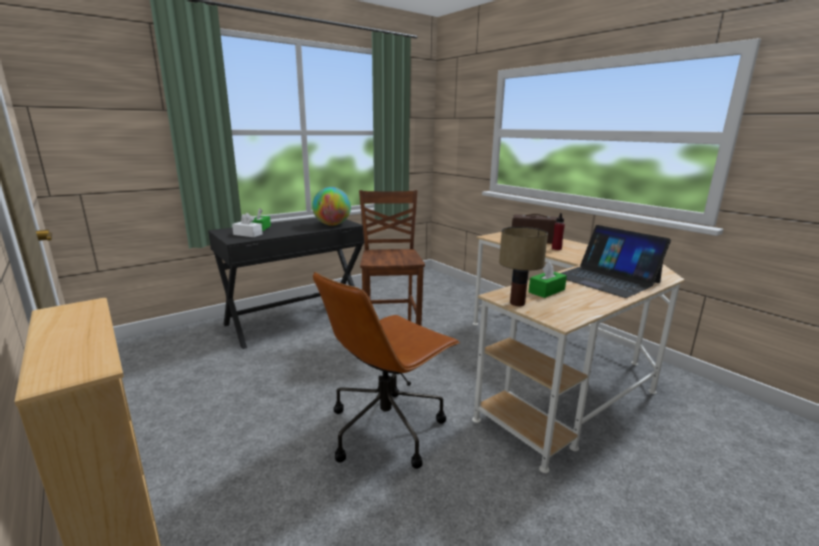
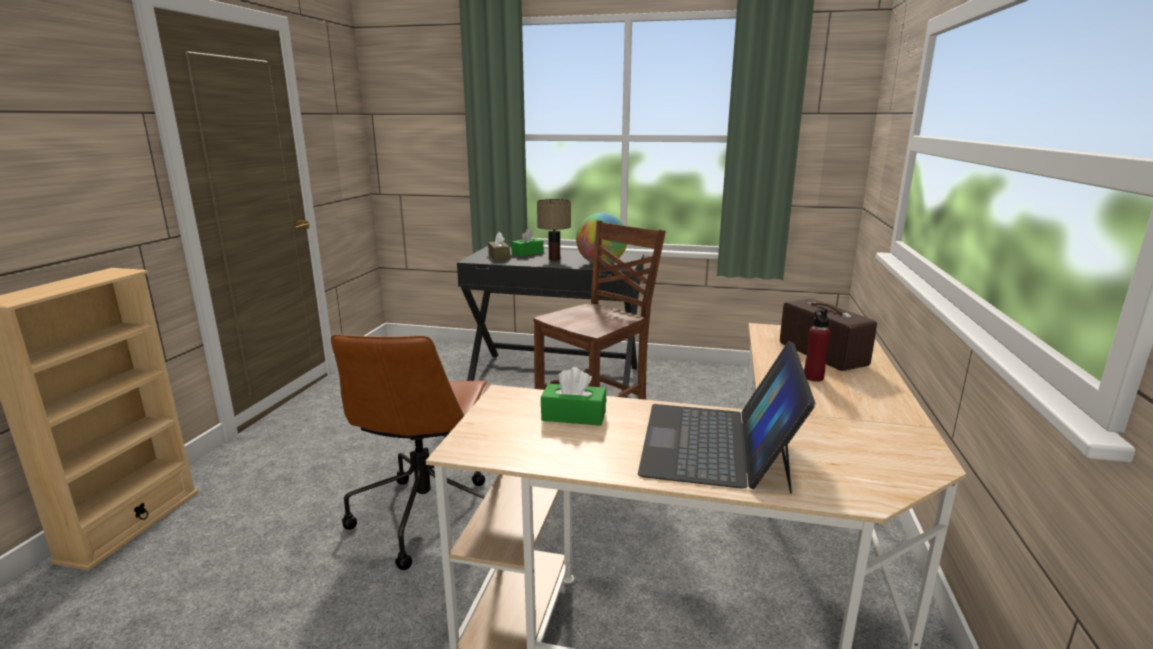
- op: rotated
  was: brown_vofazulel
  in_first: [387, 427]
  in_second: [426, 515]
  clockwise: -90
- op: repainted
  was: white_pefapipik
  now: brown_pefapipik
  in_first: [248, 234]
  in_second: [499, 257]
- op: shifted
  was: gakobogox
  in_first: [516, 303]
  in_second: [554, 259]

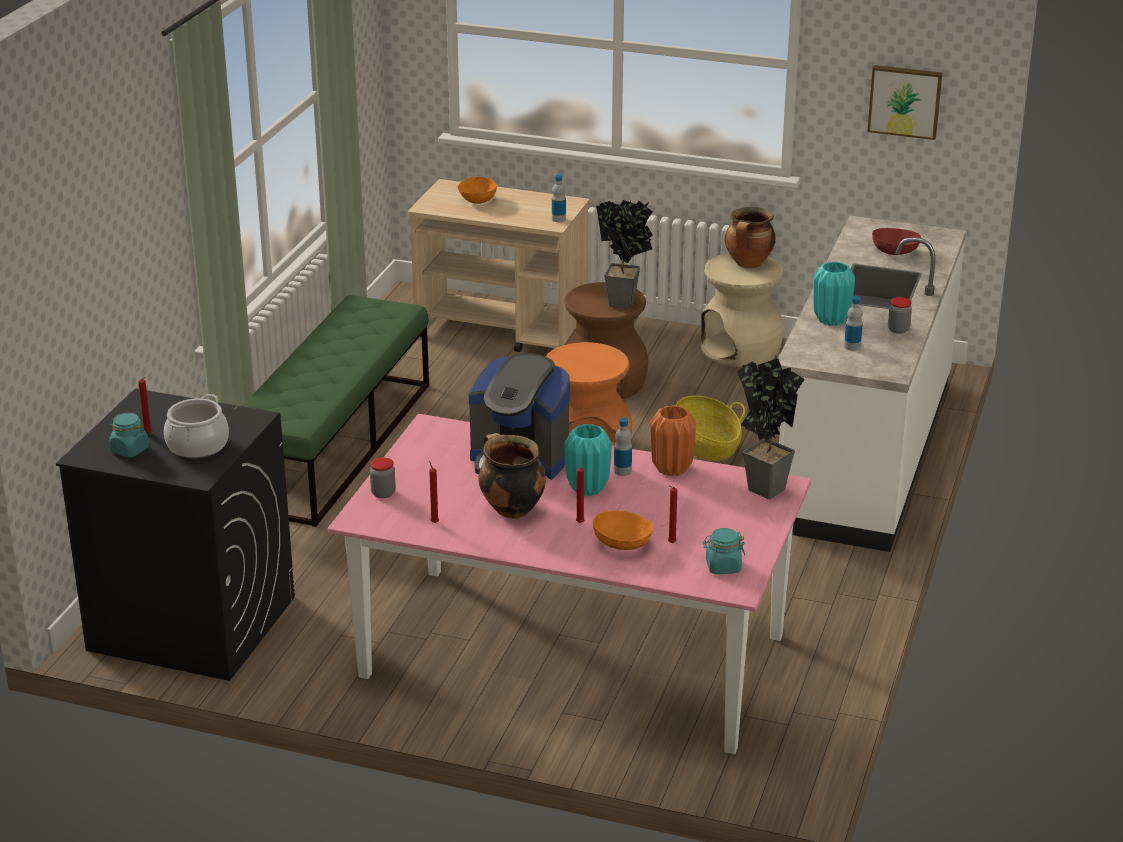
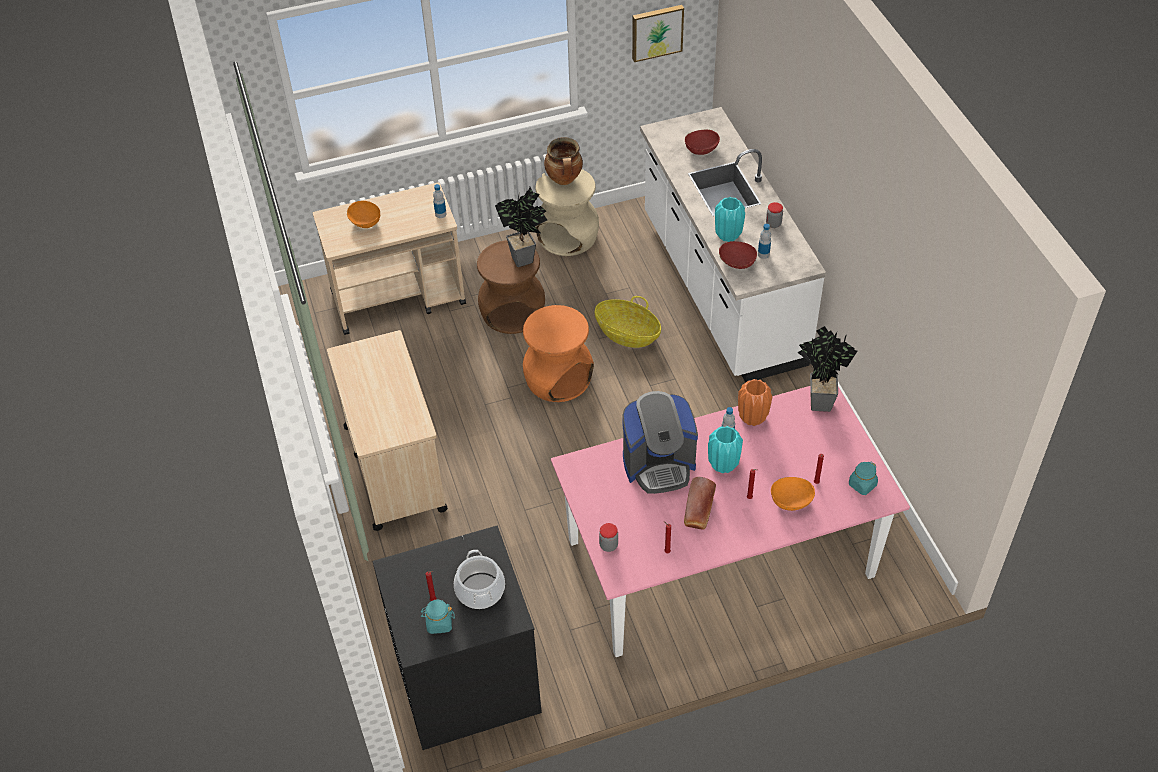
- op: swapped
  was: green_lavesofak
  now: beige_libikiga
  in_first: [335, 444]
  in_second: [394, 467]
- op: swapped
  was: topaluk
  now: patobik
  in_first: [510, 509]
  in_second: [698, 511]
- op: new
  now: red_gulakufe
  in_second: [736, 263]

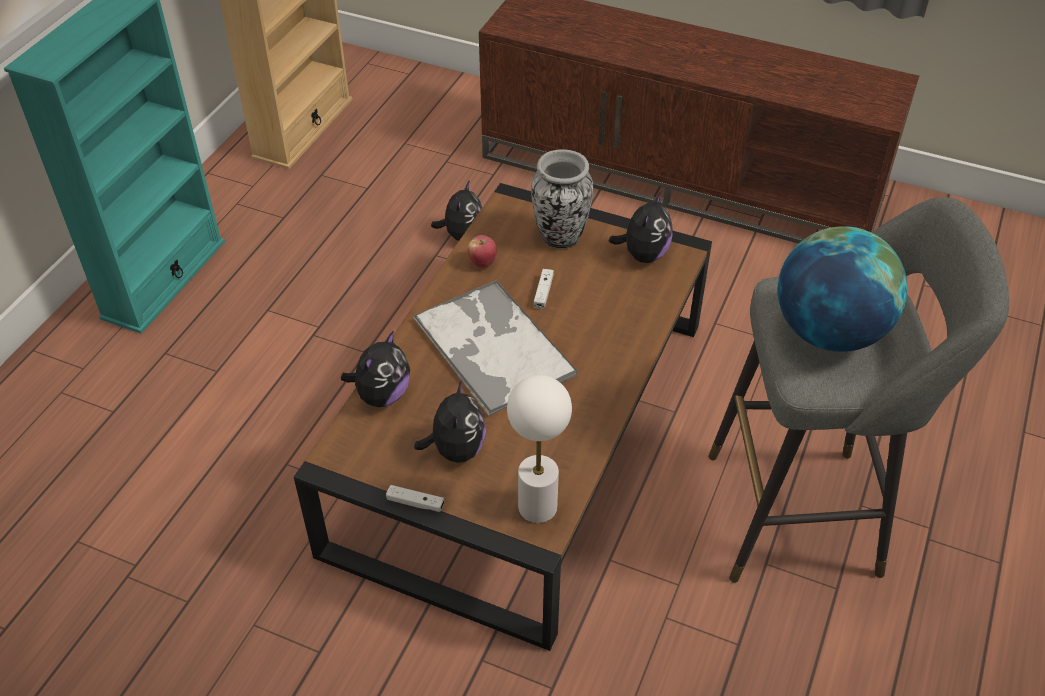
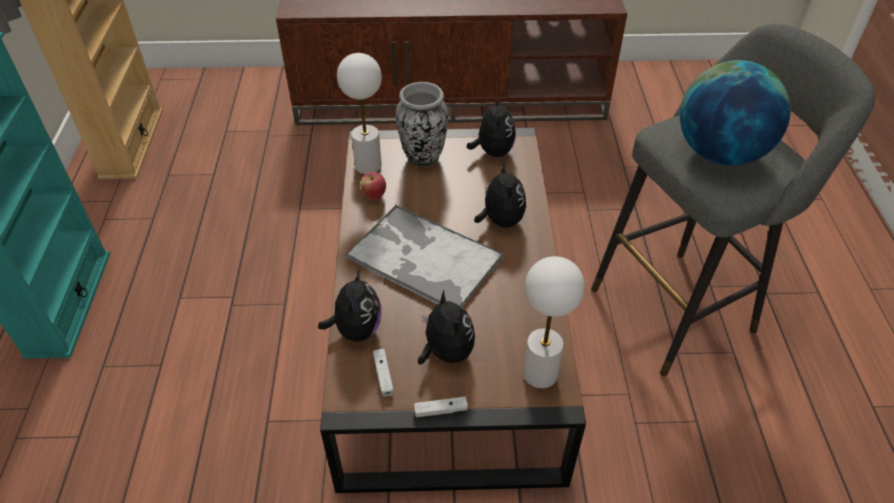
- op: new
  now: white_gakobogox
  in_second: [368, 165]
- op: shifted
  was: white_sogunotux
  in_first: [543, 292]
  in_second: [383, 375]
- op: shifted
  was: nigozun
  in_first: [462, 235]
  in_second: [500, 220]

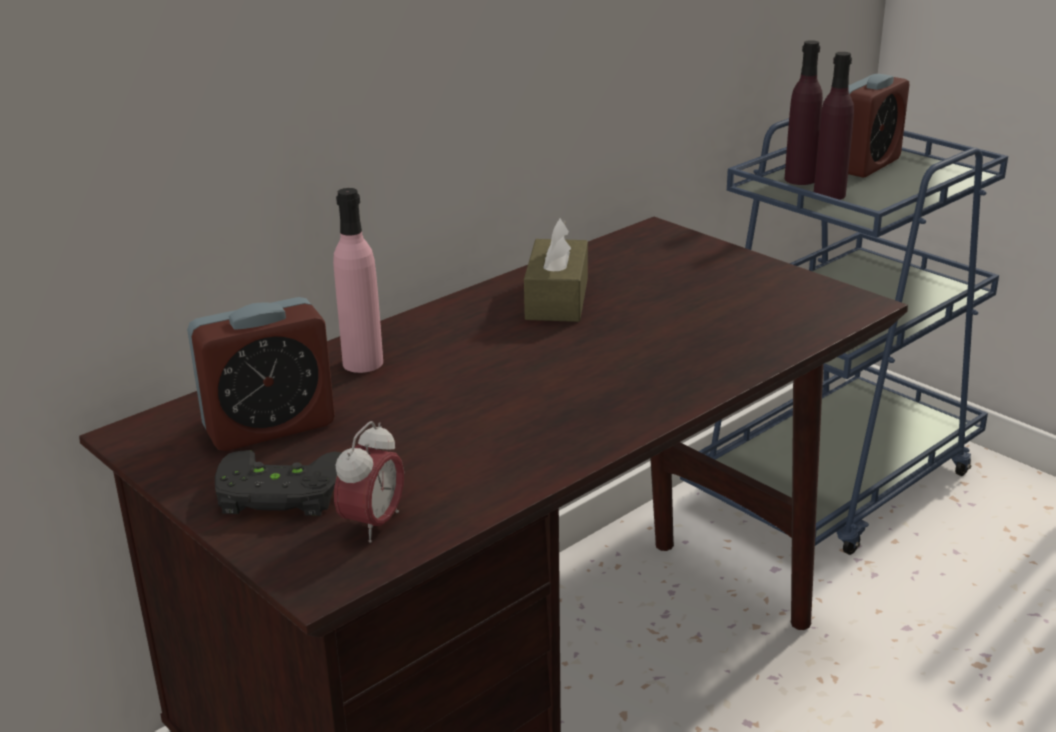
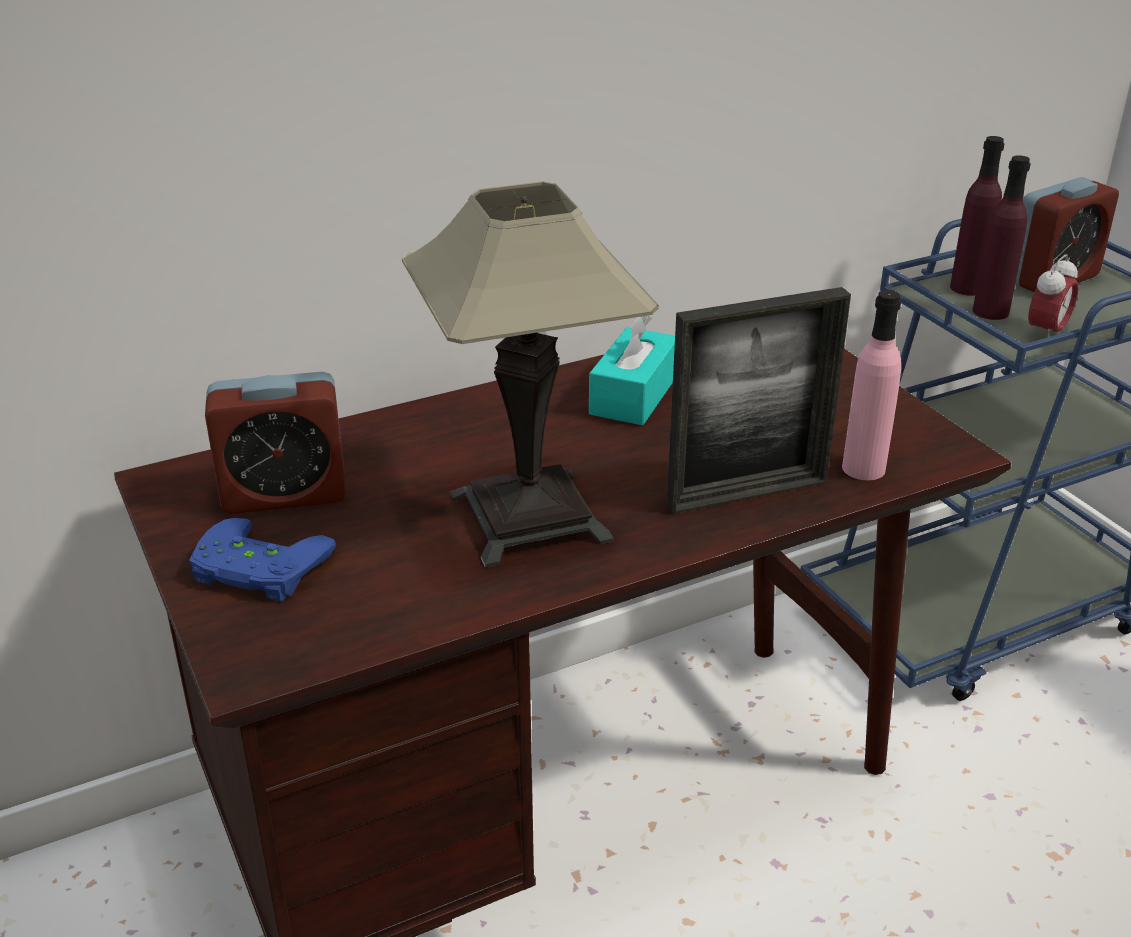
- op: repainted
  was: black_sogunotux
  now: blue_sogunotux
  in_first: [279, 495]
  in_second: [256, 571]
- op: new
  now: gakobogox
  in_second: [530, 517]
- op: repainted
  was: brown_pefapipik
  now: turquoise_pefapipik
  in_first: [557, 299]
  in_second: [633, 395]
- op: new
  now: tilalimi
  in_second: [747, 494]
- op: shifted
  was: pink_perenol
  in_first: [363, 363]
  in_second: [863, 468]
- op: shifted
  was: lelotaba
  in_first: [373, 524]
  in_second: [1046, 333]

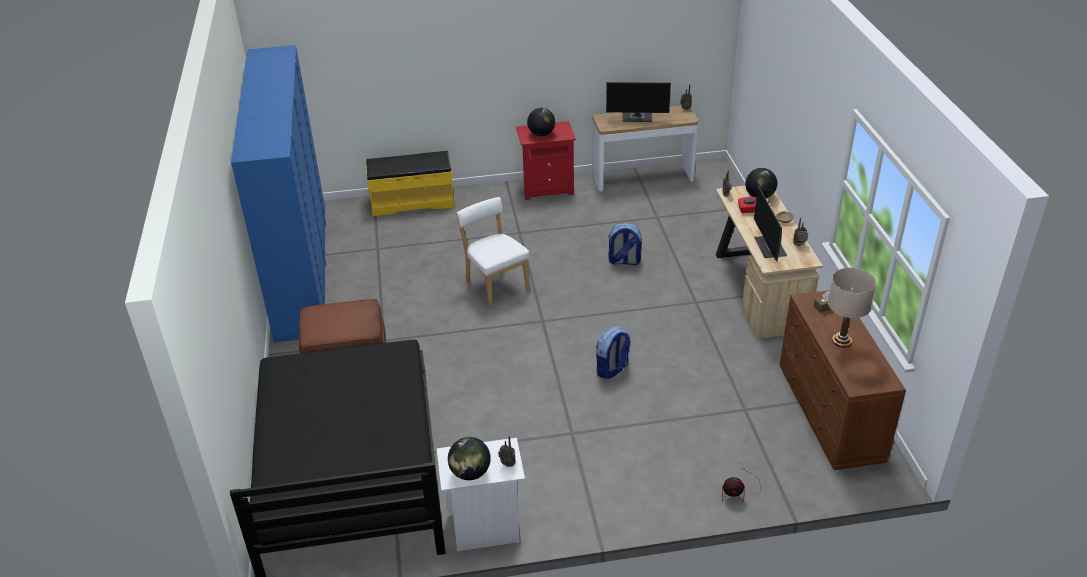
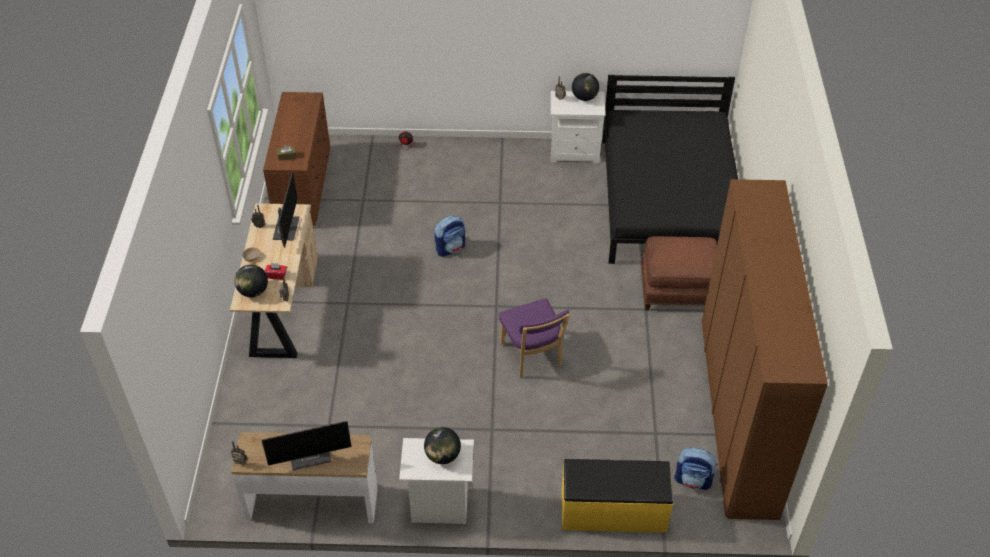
- op: rotated
  was: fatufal
  in_first: [637, 117]
  in_second: [311, 456]
  clockwise: 150
- op: repainted
  was: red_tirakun
  now: white_tirakun
  in_first: [547, 188]
  in_second: [439, 505]
- op: repainted
  was: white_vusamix
  now: purple_vusamix
  in_first: [495, 285]
  in_second: [532, 356]
- op: shifted
  was: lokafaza
  in_first: [624, 261]
  in_second: [693, 480]
- op: repainted
  was: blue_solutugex
  now: brown_solutugex
  in_first: [301, 269]
  in_second: [738, 415]
- op: gone
  was: beige_gakobogox
  in_first: [841, 341]

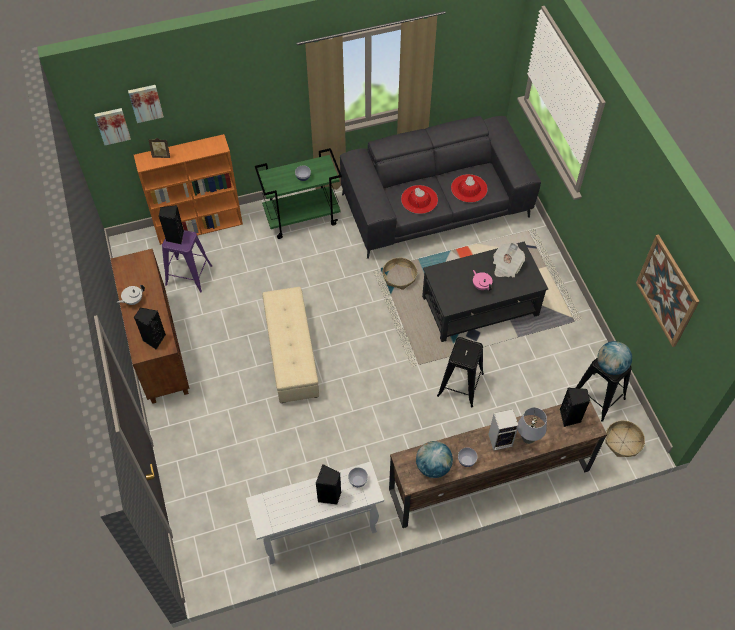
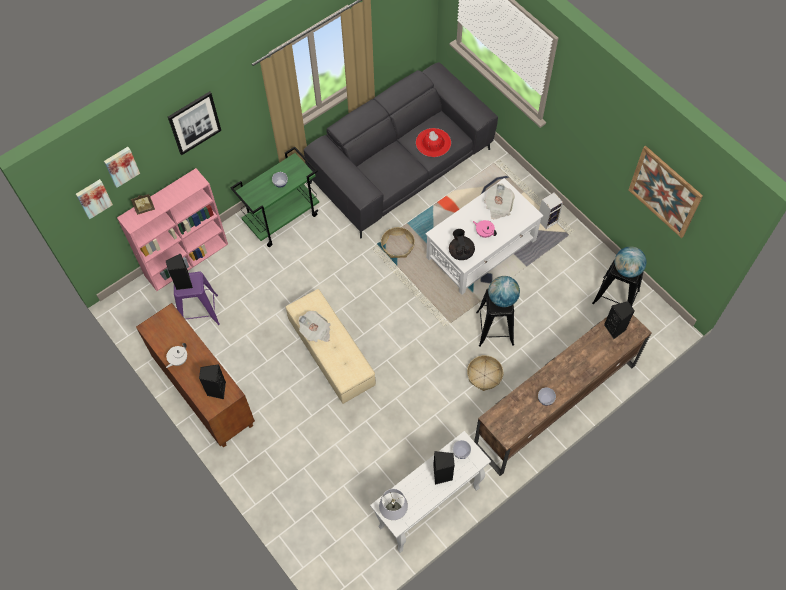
- op: repainted
  was: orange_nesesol
  now: pink_nesesol
  in_first: [200, 225]
  in_second: [187, 259]
- op: new
  now: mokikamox
  in_second: [194, 123]
- op: new
  now: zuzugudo
  in_second: [316, 331]
- op: shifted
  was: grey_gakobogox
  in_first: [527, 439]
  in_second: [393, 513]
- op: repainted
  was: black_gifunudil
  now: white_gifunudil
  in_first: [480, 306]
  in_second: [482, 248]
- op: new
  now: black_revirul
  in_second: [461, 252]
- op: shifted
  was: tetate
  in_first: [622, 442]
  in_second: [484, 375]
- op: shifted
  was: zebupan
  in_first: [433, 466]
  in_second: [502, 298]
- op: shifted
  was: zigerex
  in_first: [501, 440]
  in_second: [548, 220]
- op: gone
  was: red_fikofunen
  in_first: [419, 199]

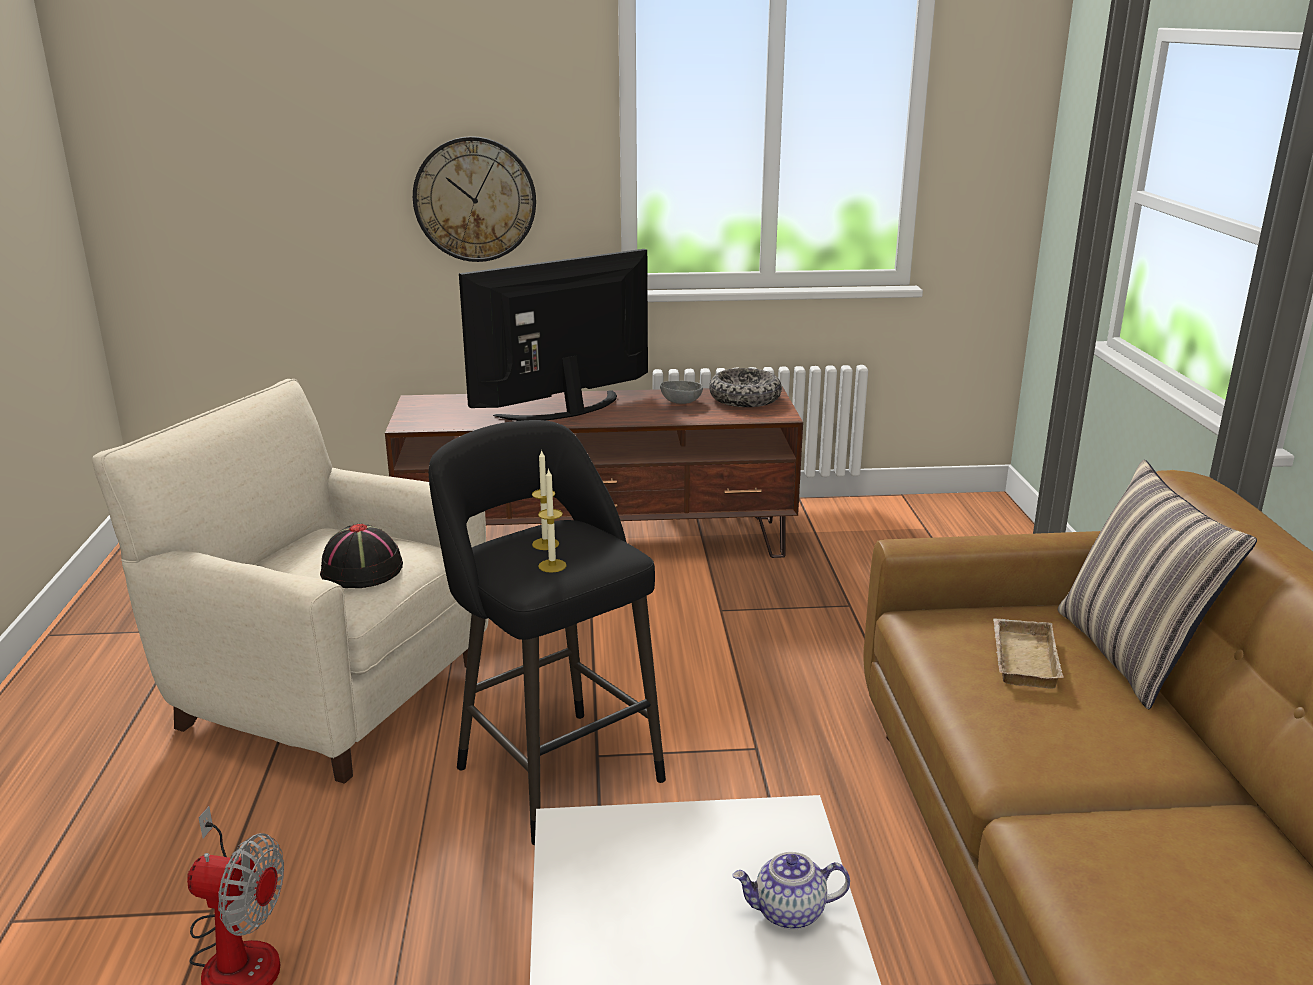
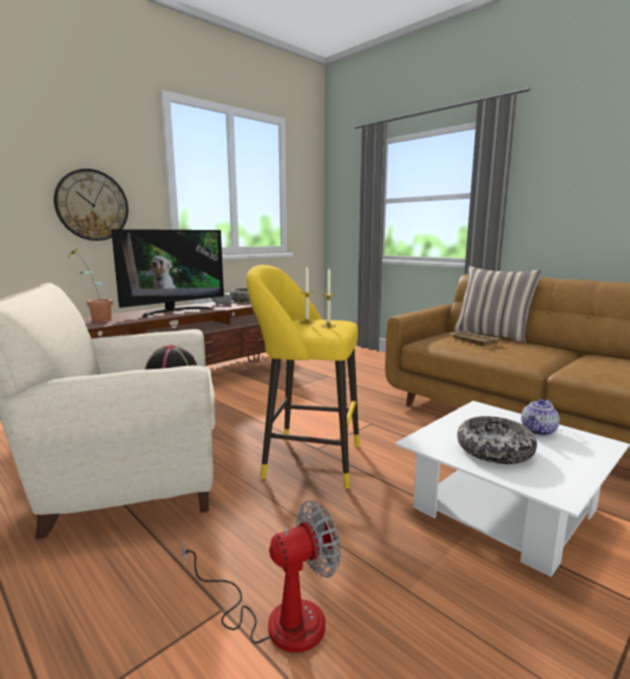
- op: new
  now: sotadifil
  in_second: [95, 321]
- op: rotated
  was: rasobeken
  in_first: [567, 410]
  in_second: [174, 311]
  clockwise: -150
- op: repainted
  was: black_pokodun
  now: yellow_pokodun
  in_first: [553, 768]
  in_second: [306, 460]
- op: new
  now: gulakufe
  in_second: [494, 450]

